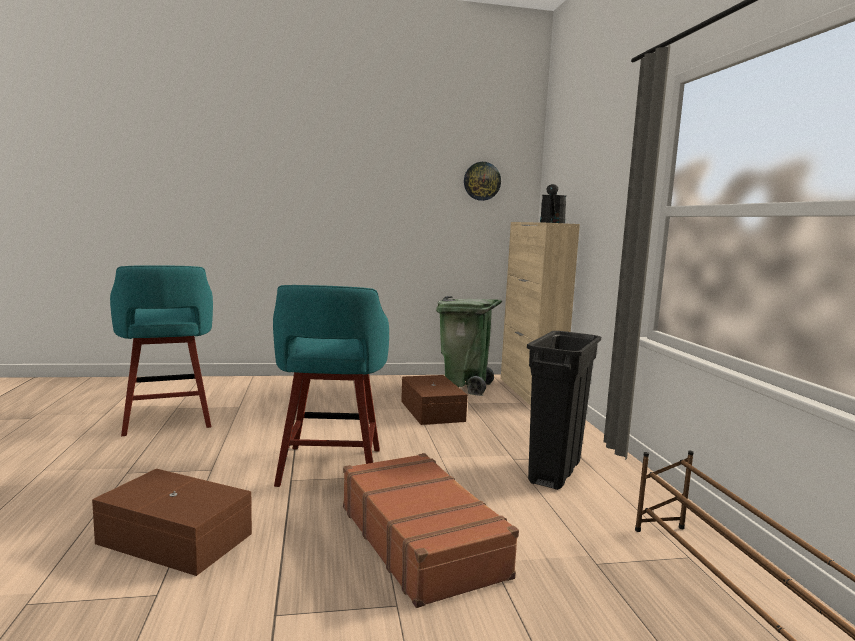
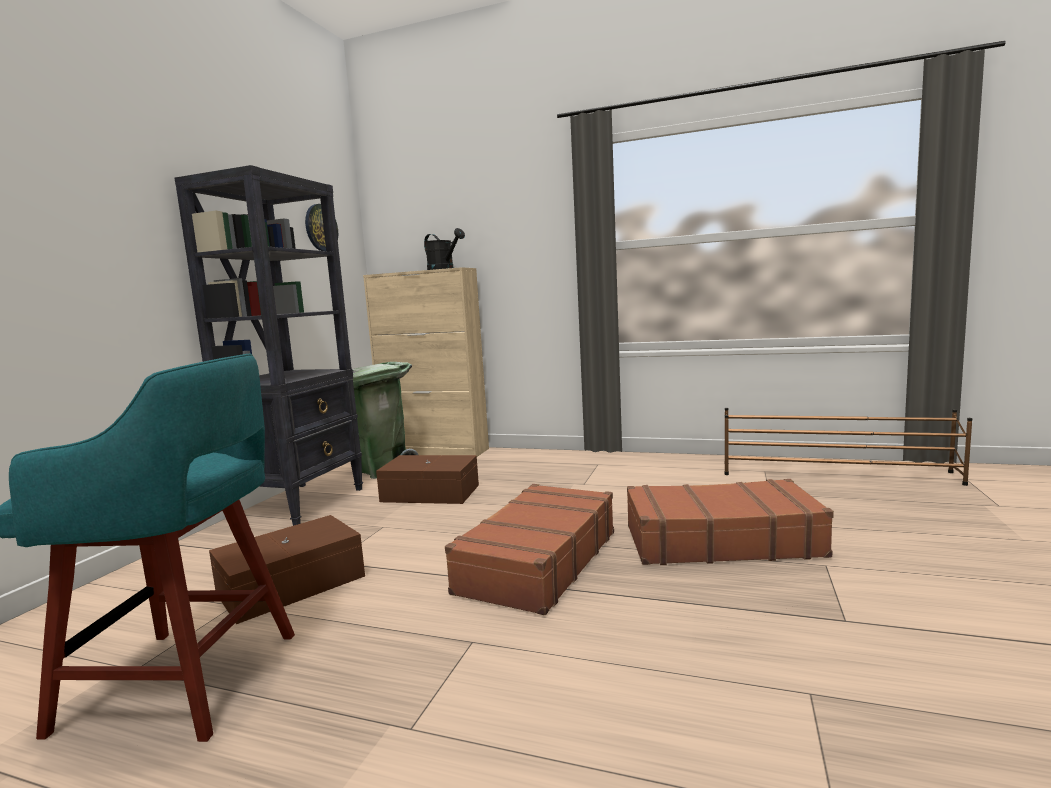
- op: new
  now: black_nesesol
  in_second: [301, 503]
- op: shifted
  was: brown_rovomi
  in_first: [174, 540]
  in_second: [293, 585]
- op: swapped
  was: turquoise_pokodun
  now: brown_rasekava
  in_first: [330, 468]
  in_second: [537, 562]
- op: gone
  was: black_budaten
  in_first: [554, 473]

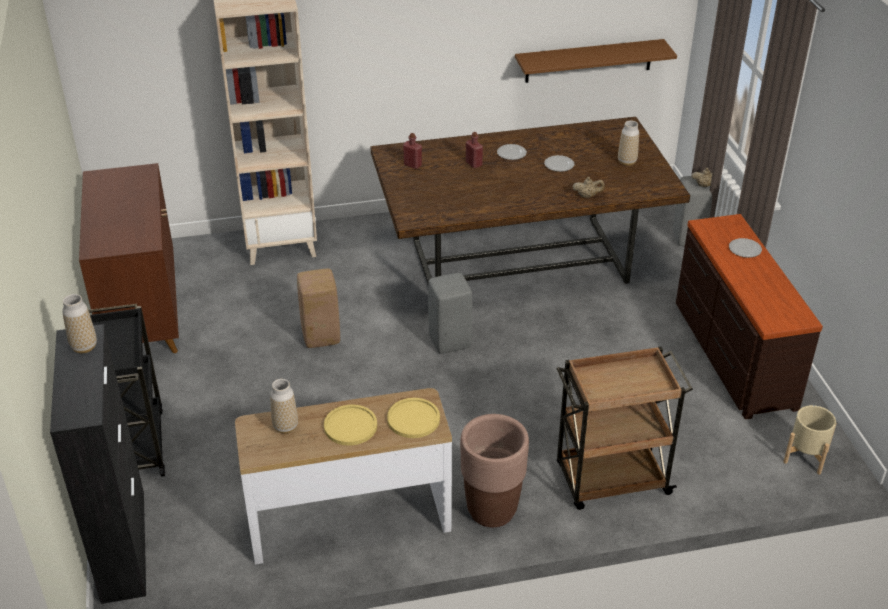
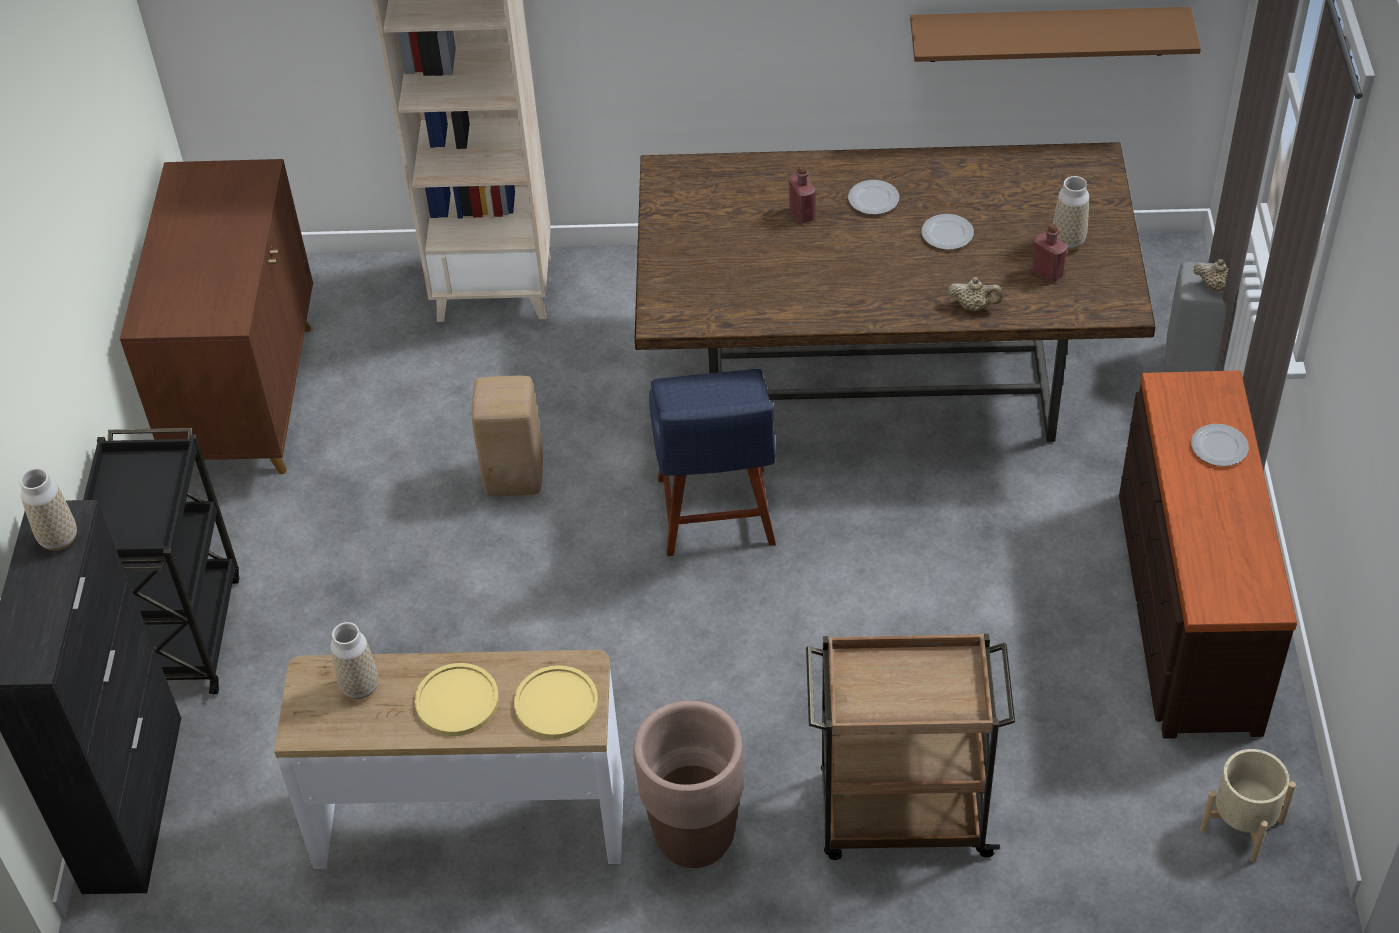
- op: swapped
  was: grey_pokodun
  now: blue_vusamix
  in_first: [449, 342]
  in_second: [716, 517]
- op: shifted
  was: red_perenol
  in_first: [412, 165]
  in_second: [1047, 273]

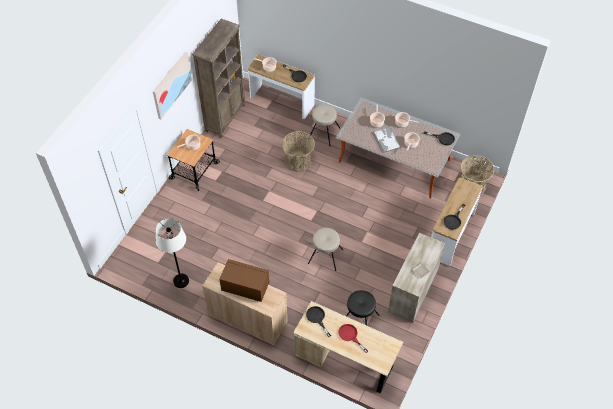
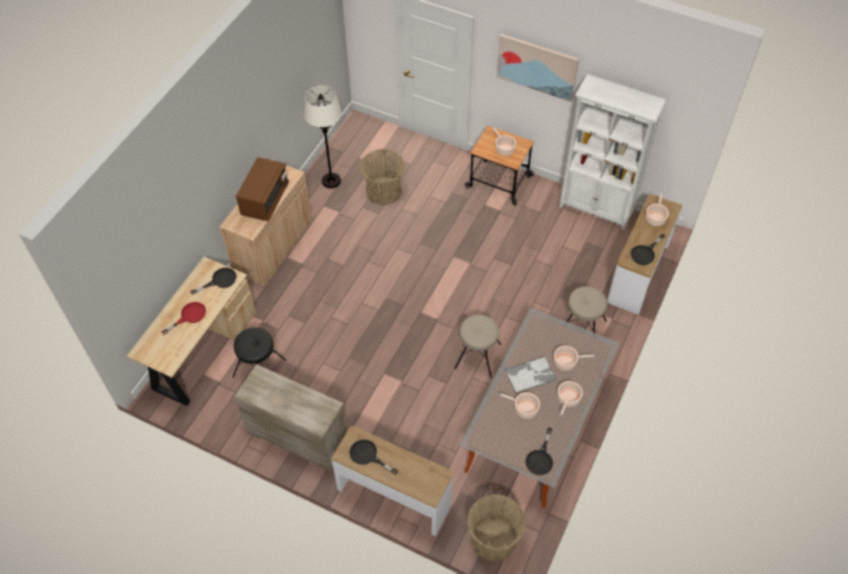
- op: shifted
  was: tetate
  in_first: [298, 161]
  in_second: [384, 190]
- op: shifted
  was: beige_pokodun
  in_first: [325, 256]
  in_second: [477, 356]
- op: repainted
  was: brown_nesesol
  now: white_nesesol
  in_first: [225, 117]
  in_second: [596, 209]

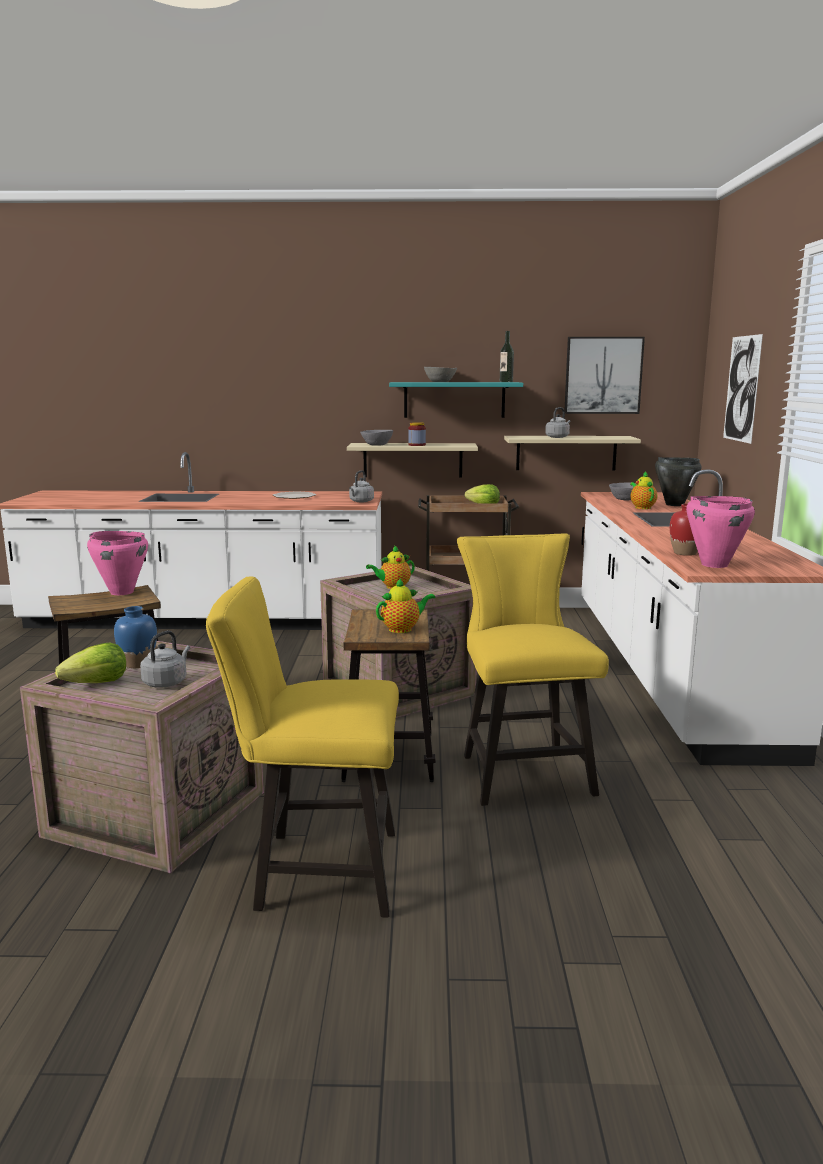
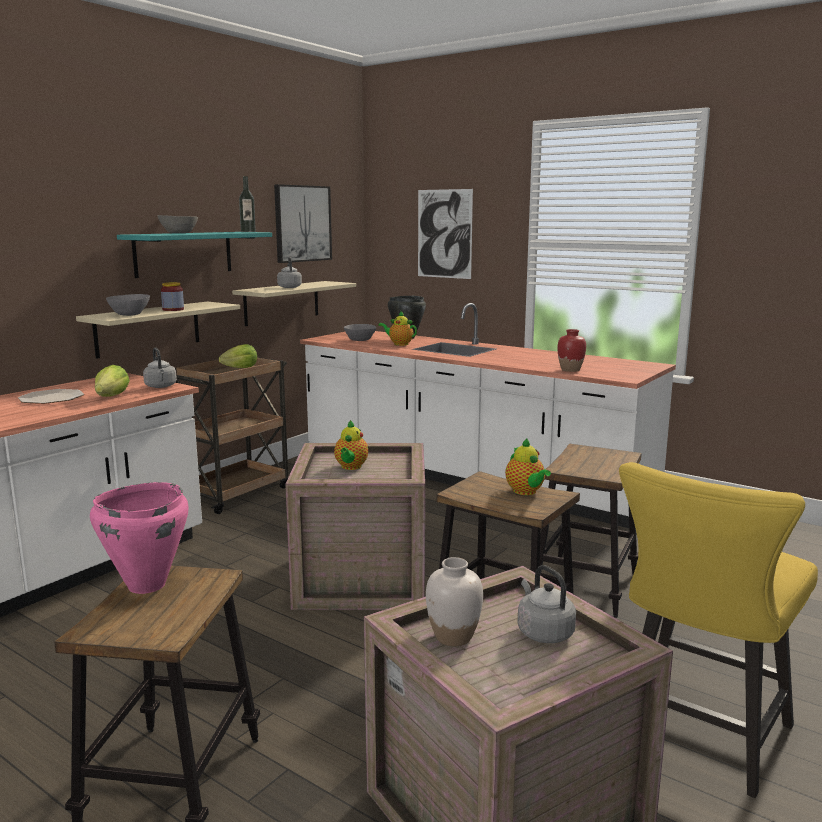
- op: shifted
  was: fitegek
  in_first: [97, 683]
  in_second: [112, 397]
- op: repainted
  was: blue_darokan
  now: white_darokan
  in_first: [138, 664]
  in_second: [453, 637]
- op: rotated
  was: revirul
  in_first: [403, 629]
  in_second: [526, 492]
  clockwise: 150
- op: swapped
  was: yellow_vusamix
  now: pokodun
  in_first: [522, 770]
  in_second: [585, 586]
- op: gone
  was: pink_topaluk
  in_first: [713, 565]

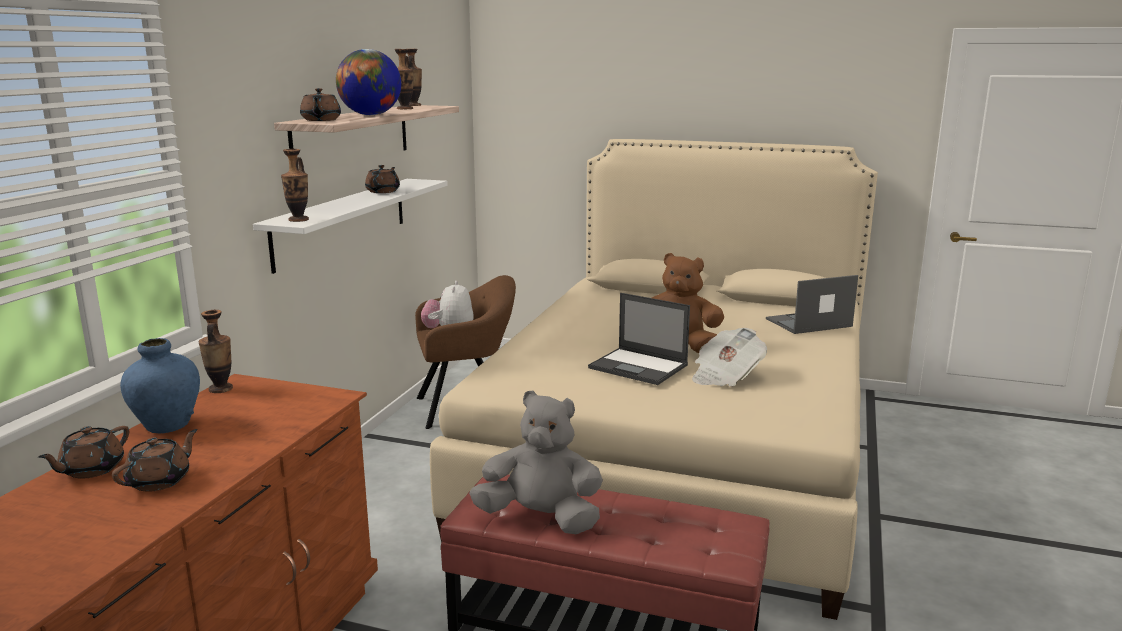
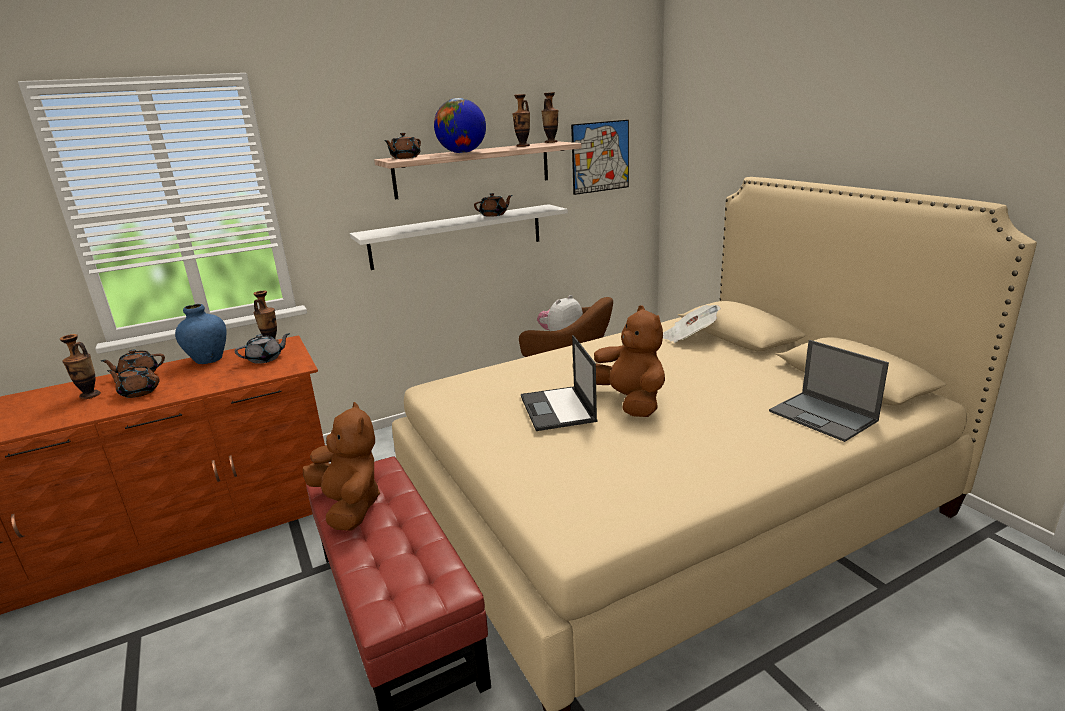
- op: shifted
  was: darokan
  in_first: [298, 220]
  in_second: [90, 395]
- op: rotated
  was: brown_revirul
  in_first: [160, 481]
  in_second: [139, 392]
  clockwise: -150
- op: new
  now: grey_revirul
  in_second: [265, 359]
- op: repainted
  was: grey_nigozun
  now: brown_nigozun
  in_first: [541, 519]
  in_second: [349, 506]
- op: new
  now: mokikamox
  in_second: [600, 157]
- op: shifted
  was: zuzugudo
  in_first: [725, 376]
  in_second: [688, 337]
- op: rotated
  was: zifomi
  in_first: [808, 323]
  in_second: [824, 416]
  clockwise: -150

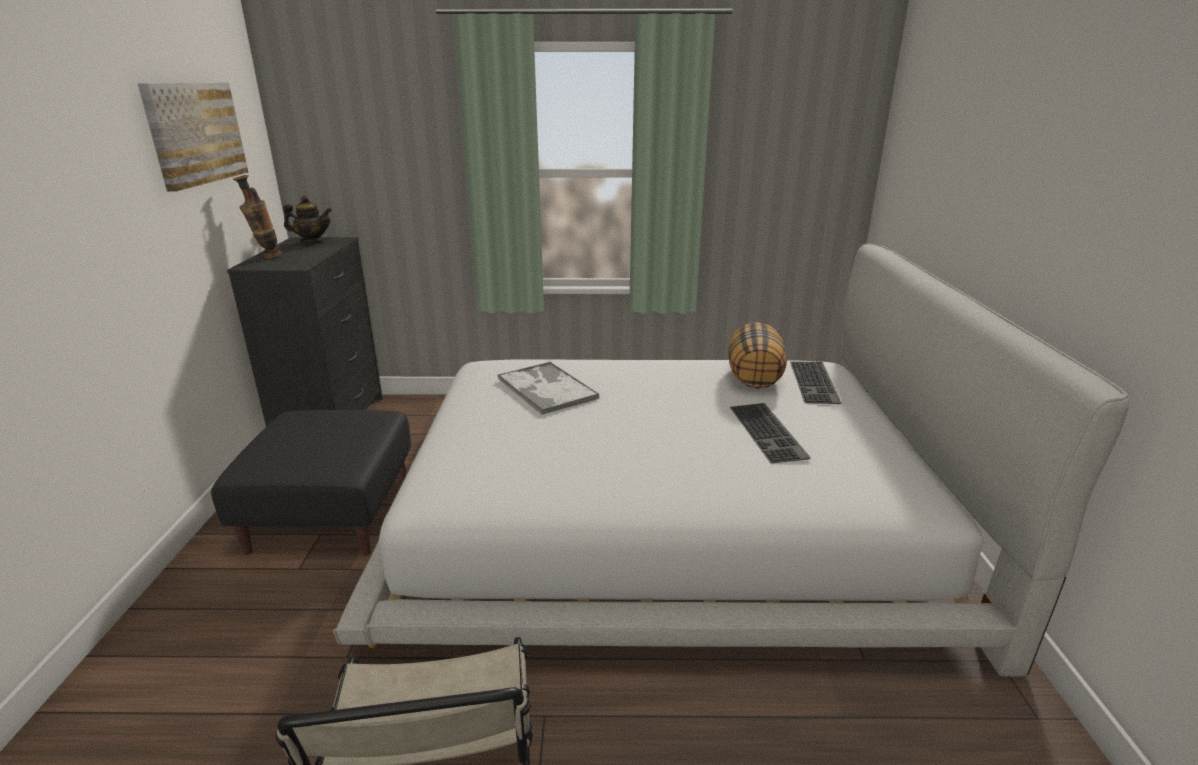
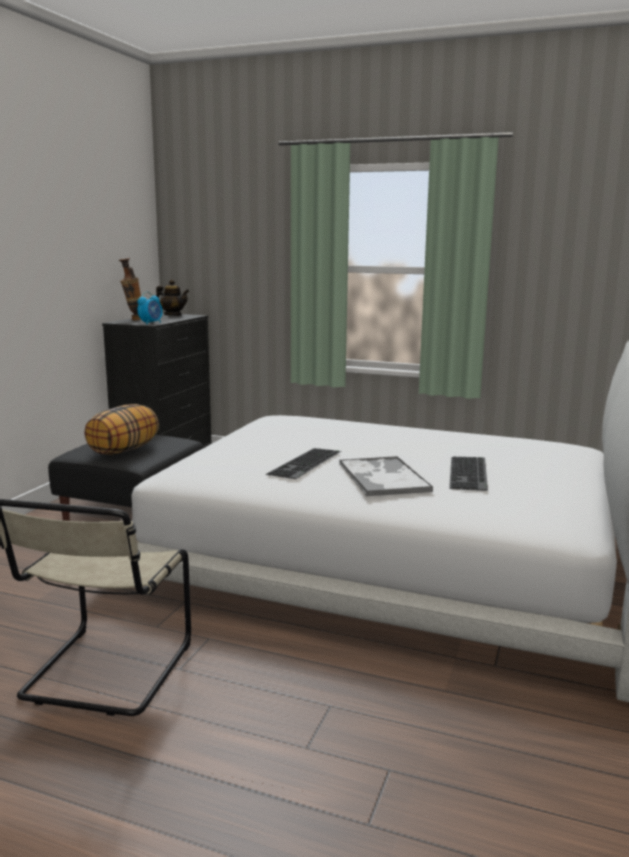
- op: shifted
  was: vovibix
  in_first: [754, 378]
  in_second: [124, 450]
- op: new
  now: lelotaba
  in_second: [151, 323]
- op: shifted
  was: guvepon
  in_first: [816, 382]
  in_second: [306, 464]
- op: shifted
  was: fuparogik
  in_first: [546, 388]
  in_second: [382, 477]
- op: gone
  was: mokikamox
  in_first: [195, 133]

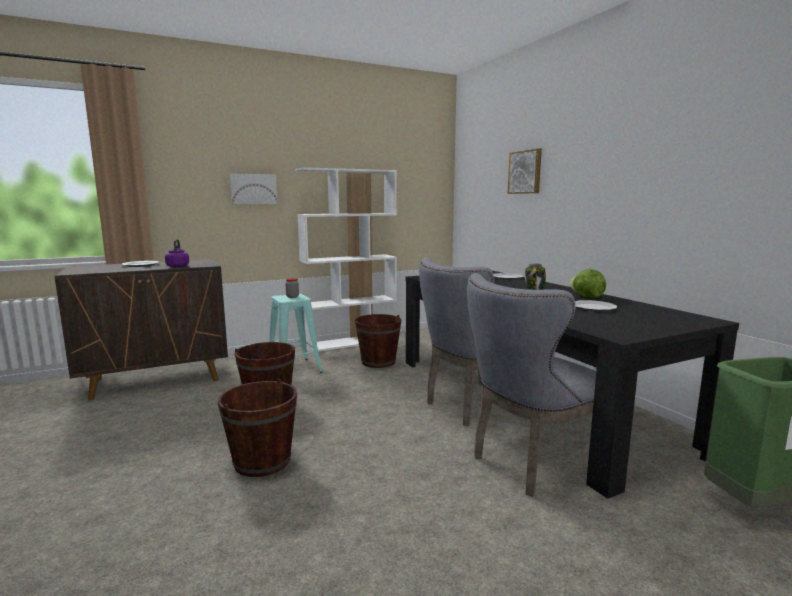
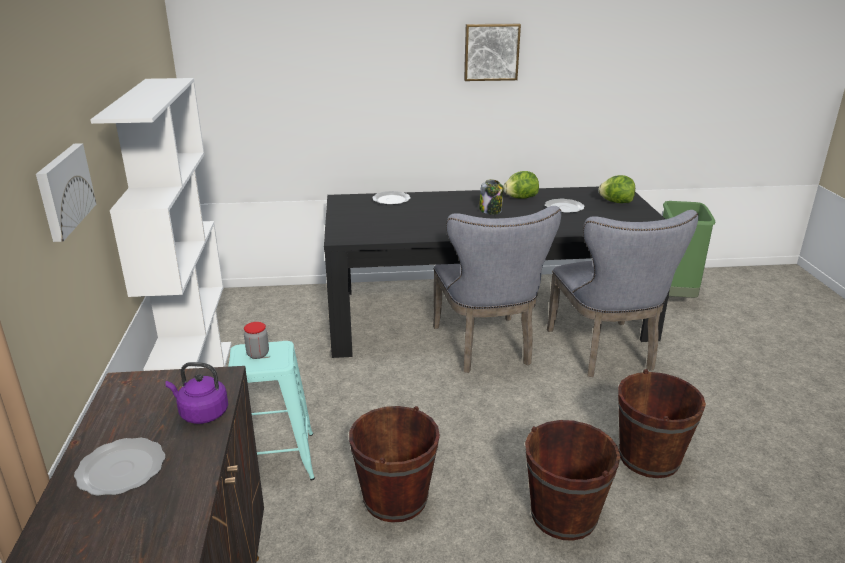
- op: shifted
  was: mokikamox
  in_first: [525, 172]
  in_second: [491, 52]
- op: new
  now: fitegek
  in_second: [616, 202]
- op: shifted
  was: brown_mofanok
  in_first: [378, 362]
  in_second: [649, 458]

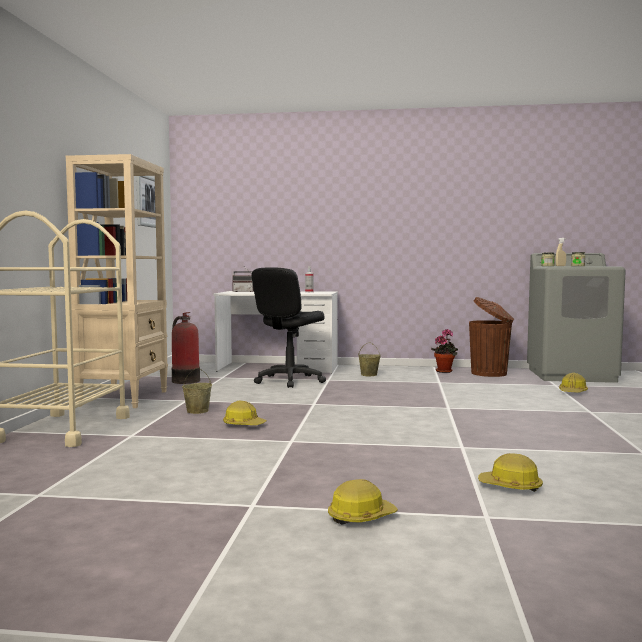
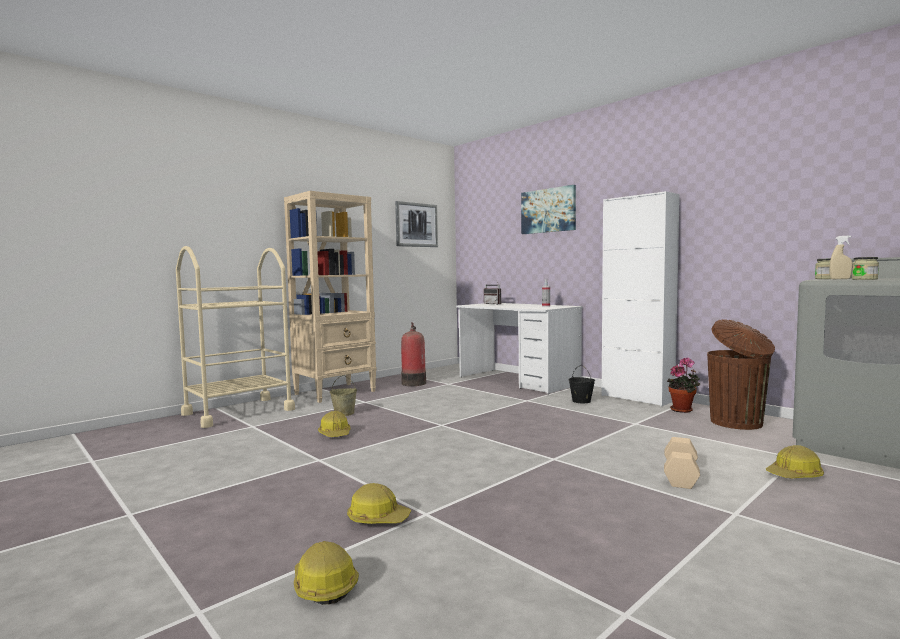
- op: shifted
  was: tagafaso
  in_first: [361, 517]
  in_second: [378, 518]
- op: new
  now: mokikamox
  in_second: [548, 210]
- op: repainted
  was: beige_mofanok
  now: black_mofanok
  in_first: [368, 375]
  in_second: [581, 401]
- op: new
  now: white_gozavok
  in_second: [637, 398]
- op: new
  now: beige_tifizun
  in_second: [679, 475]
- op: gone
  was: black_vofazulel
  in_first: [289, 381]

